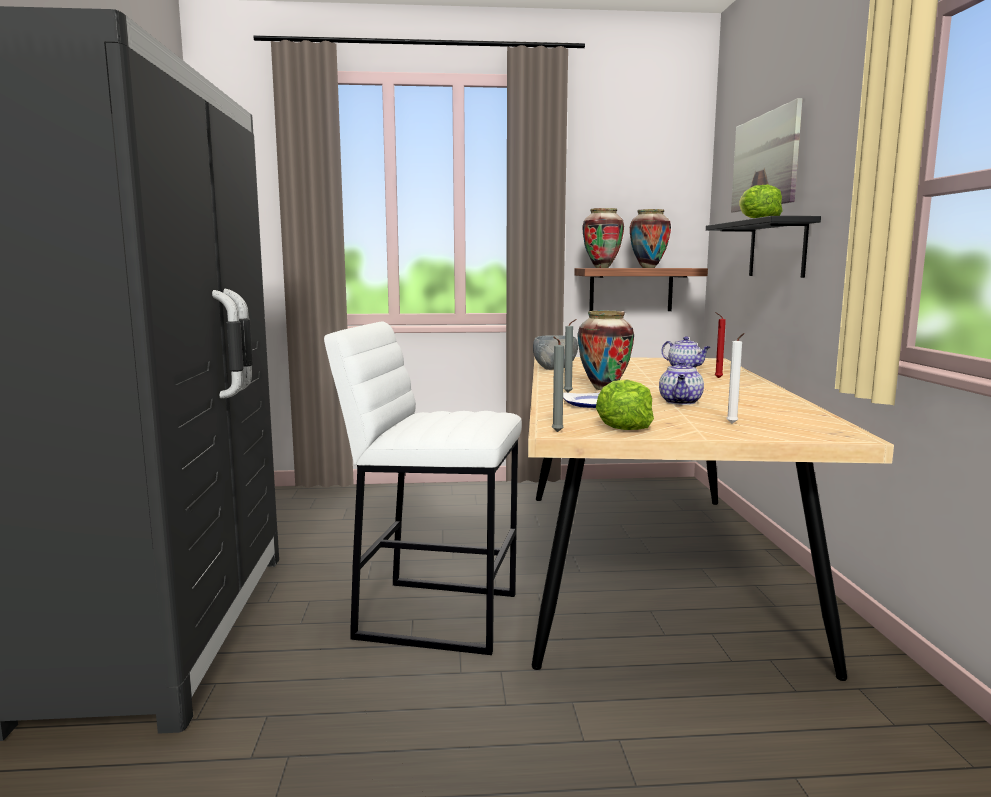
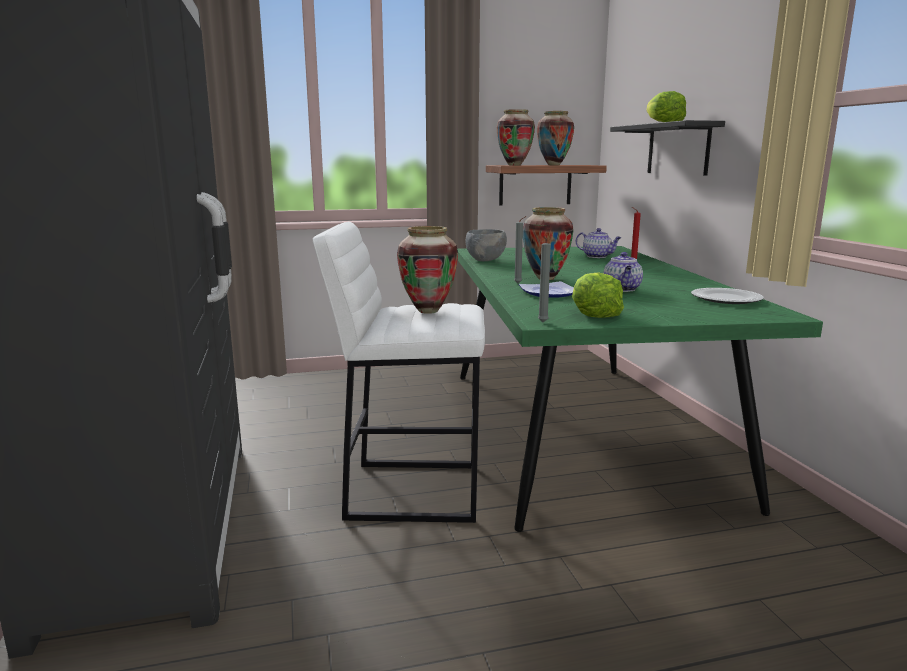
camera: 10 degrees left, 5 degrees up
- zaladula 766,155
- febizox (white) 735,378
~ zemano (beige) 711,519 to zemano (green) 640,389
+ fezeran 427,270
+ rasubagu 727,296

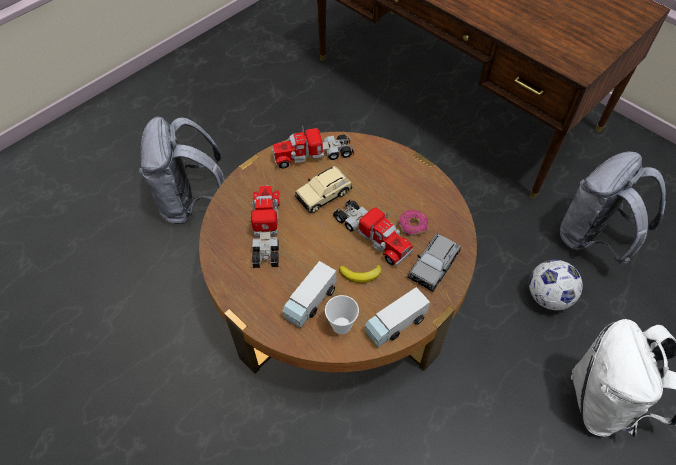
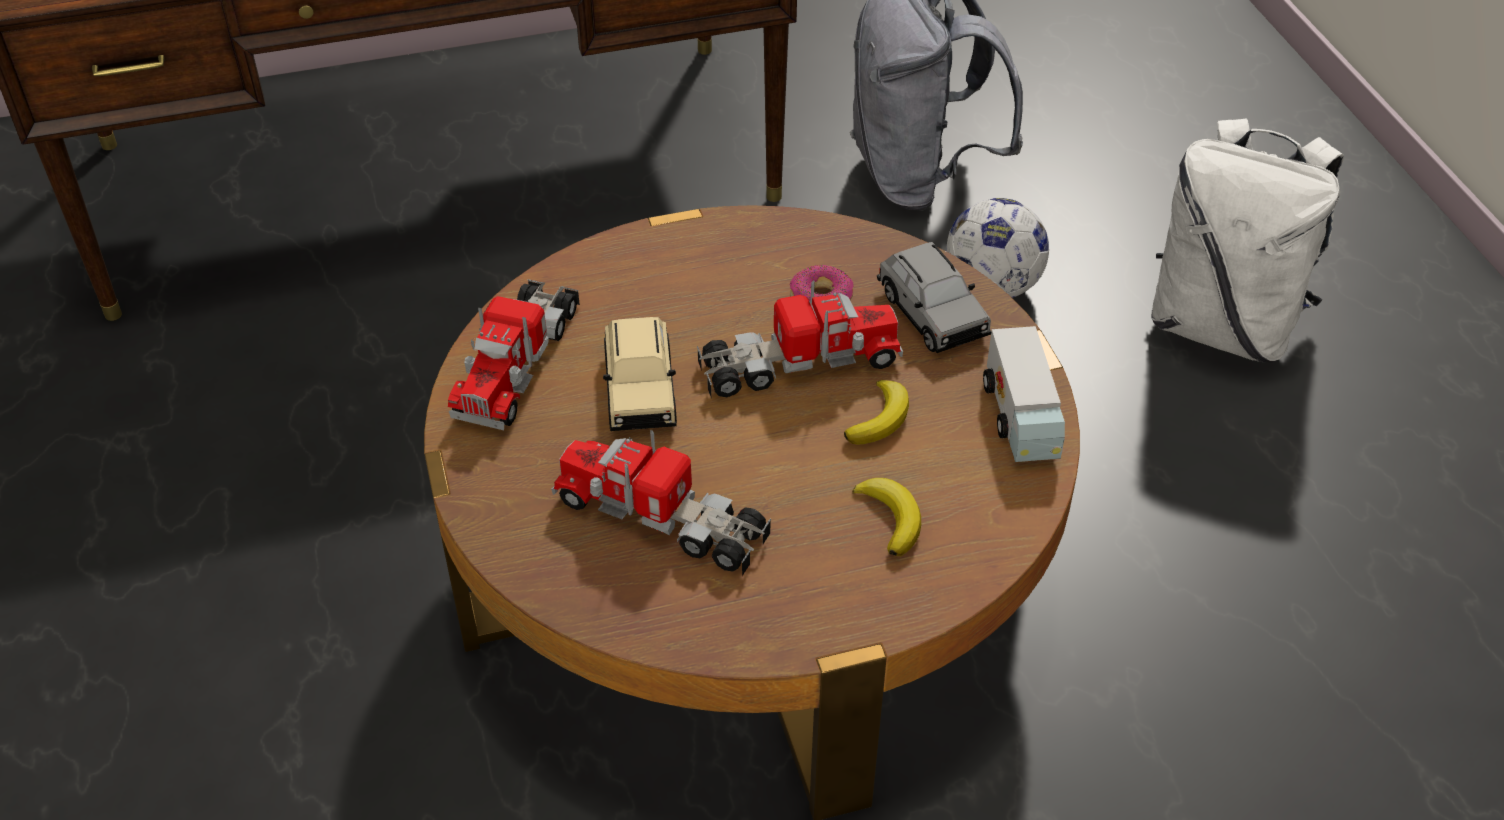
camera: 60 degrees left, 10 degrees down
- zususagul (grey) 182,170
~ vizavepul 309,294 to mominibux 886,517
- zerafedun 342,314

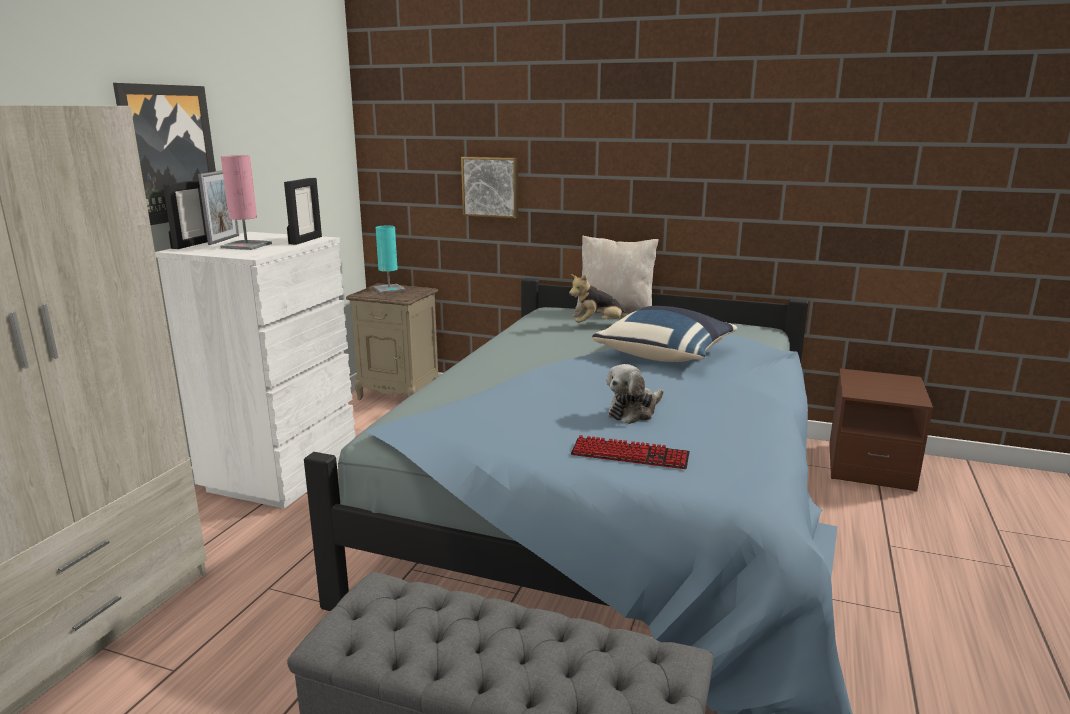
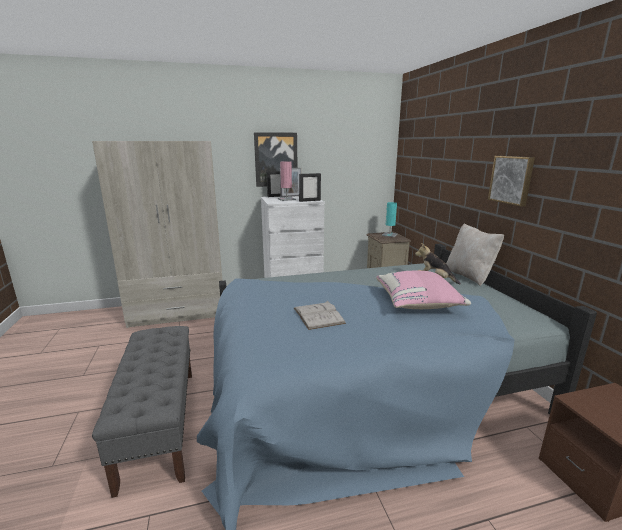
camera: 55 degrees right, 0 degrees up
~ zaladula 489,188 to 511,181
~ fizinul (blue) 664,334 to fizinul (pink) 423,290
~ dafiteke 635,394 to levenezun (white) 320,315
- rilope 630,452

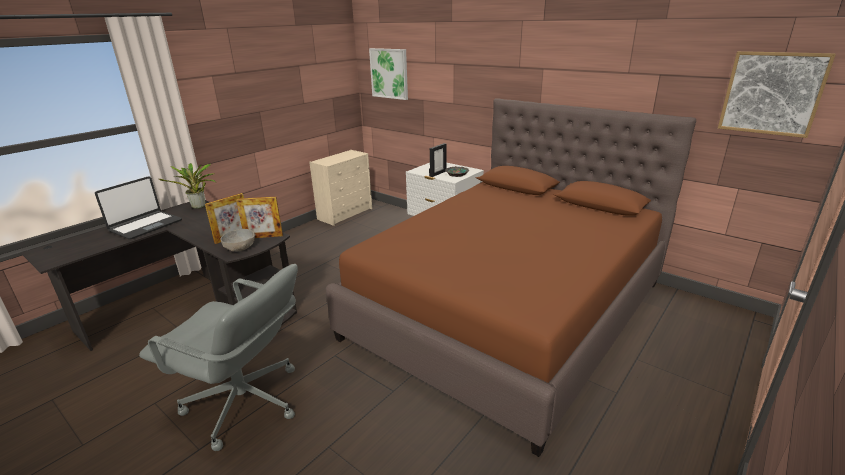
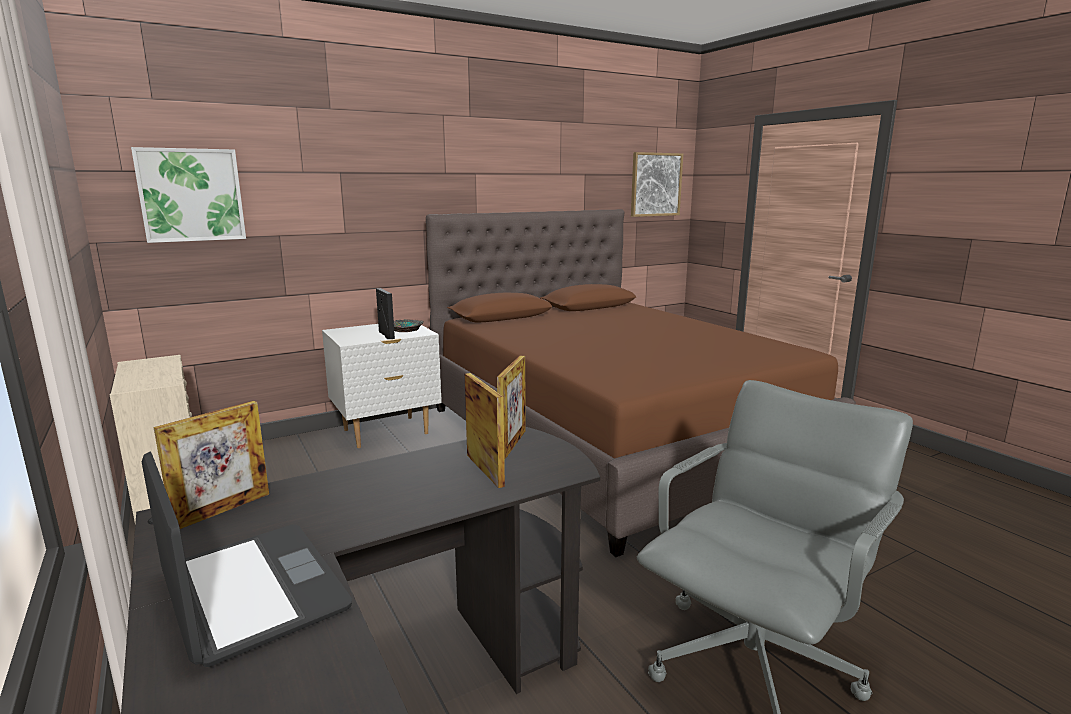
camera: 70 degrees left, 10 degrees down
~ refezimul 188,186 to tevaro 211,465
- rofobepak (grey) 238,240

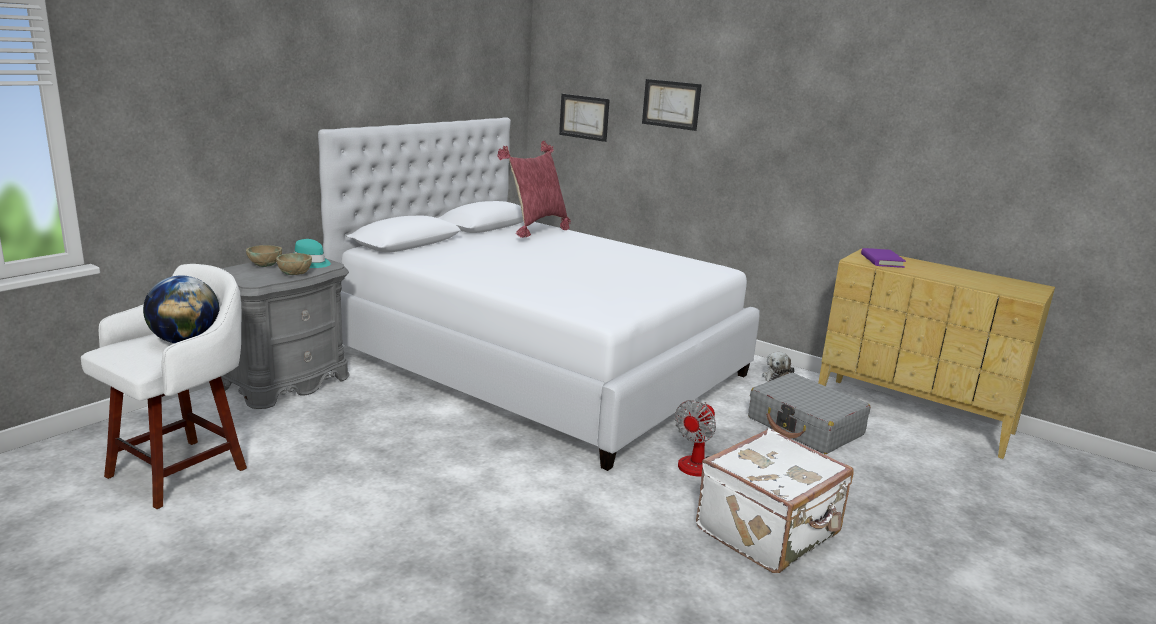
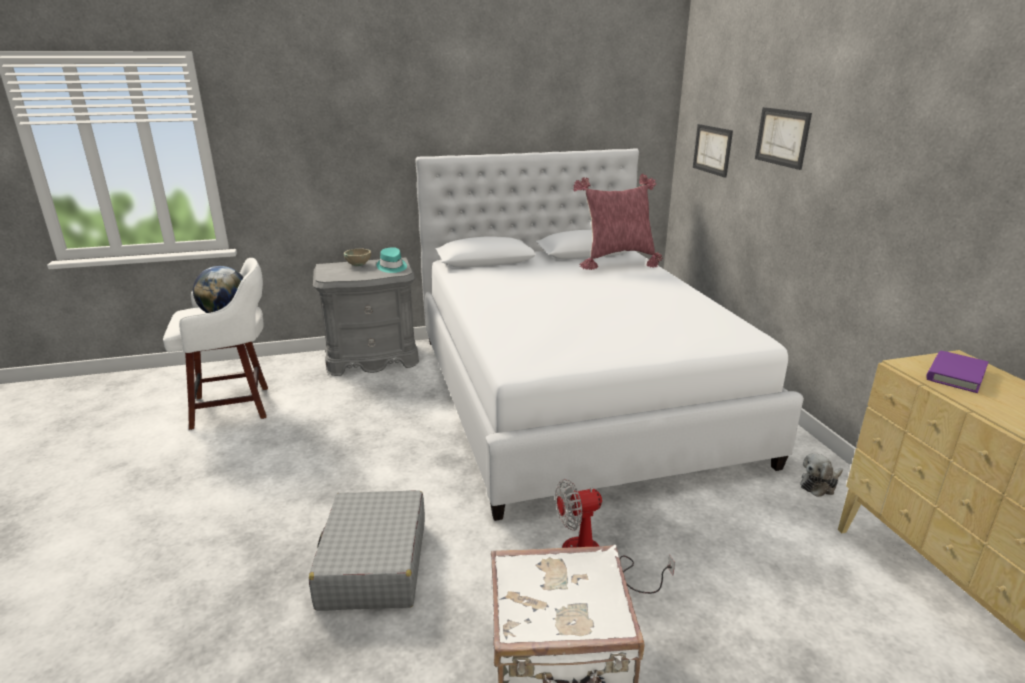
camera: 40 degrees right, 5 degrees up
- rofobepak (beige) 294,264
~ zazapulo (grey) 809,413 to 367,550

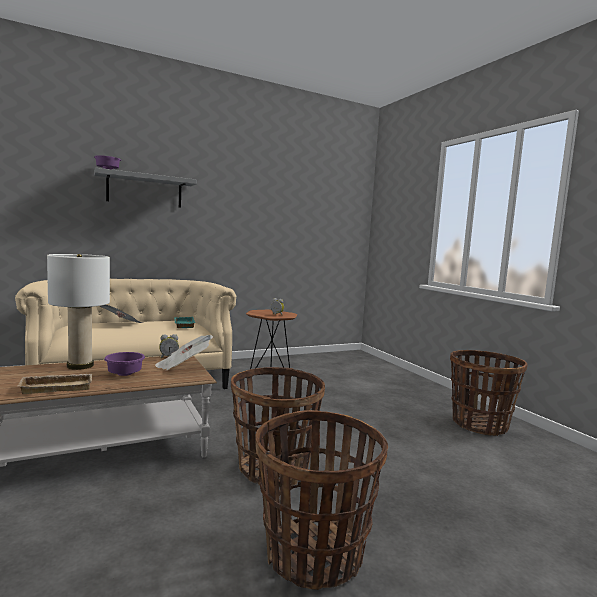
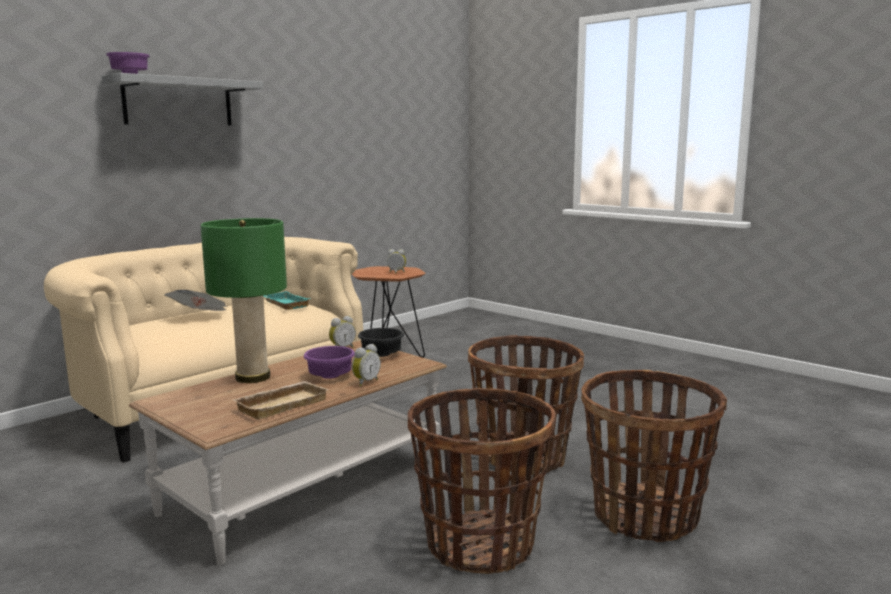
camera: 20 degrees left, 5 degrees up
~ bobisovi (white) 78,312 to bobisovi (green) 244,300
~ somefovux 184,352 to rofobepak (black) 381,342
~ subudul 488,393 to 482,481
+ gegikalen 366,365

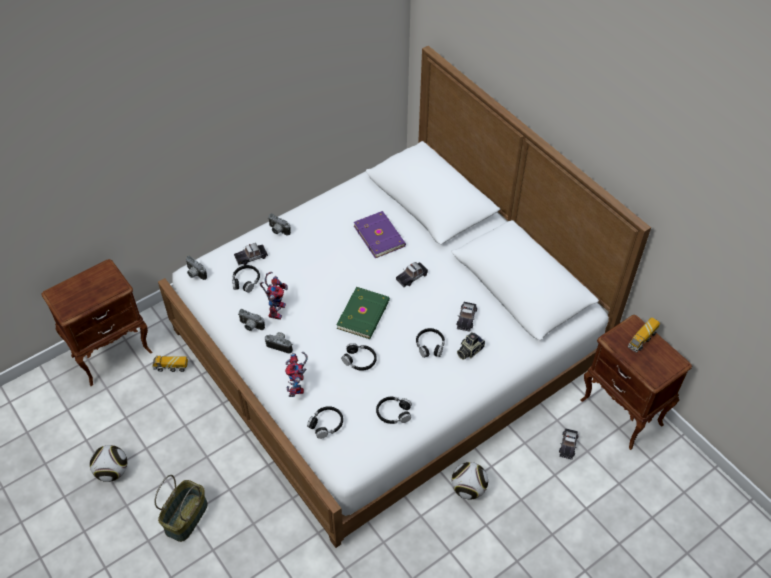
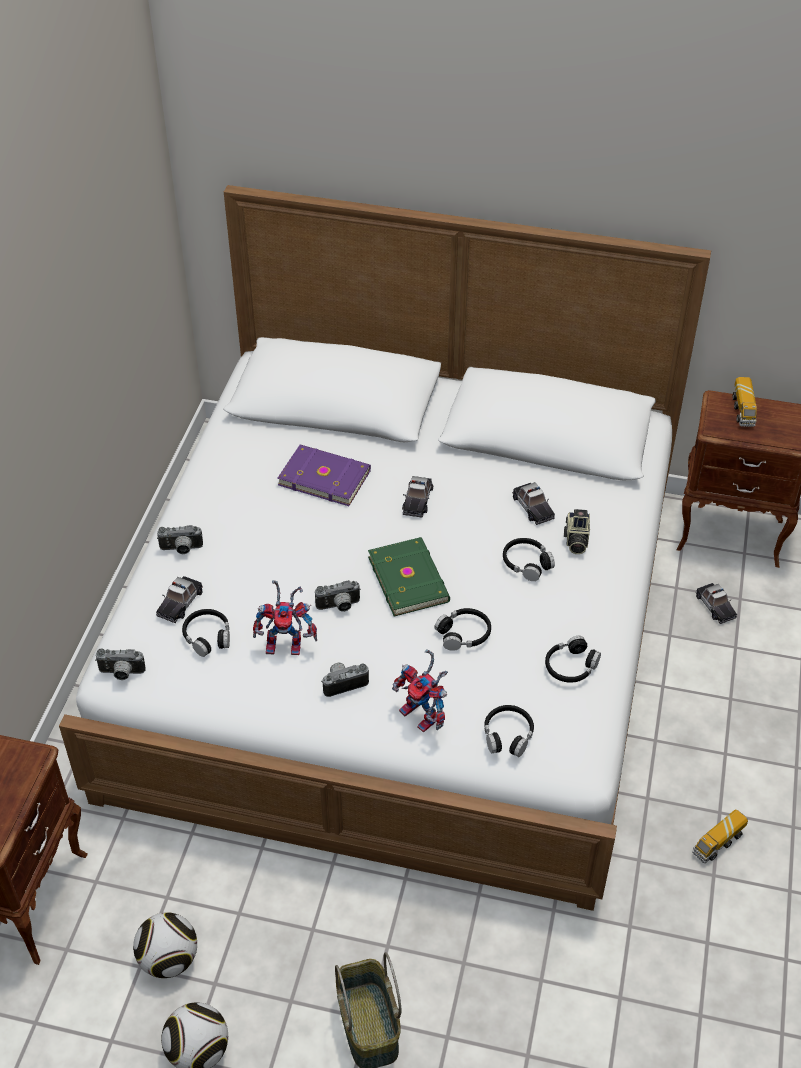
camera: 40 degrees left, 5 degrees down
~ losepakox 274,296 = 285,617 120 degrees clockwise
~ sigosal 251,320 to 338,596
~ vizavepul 170,364 to 720,836
~ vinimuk 470,481 to 165,945

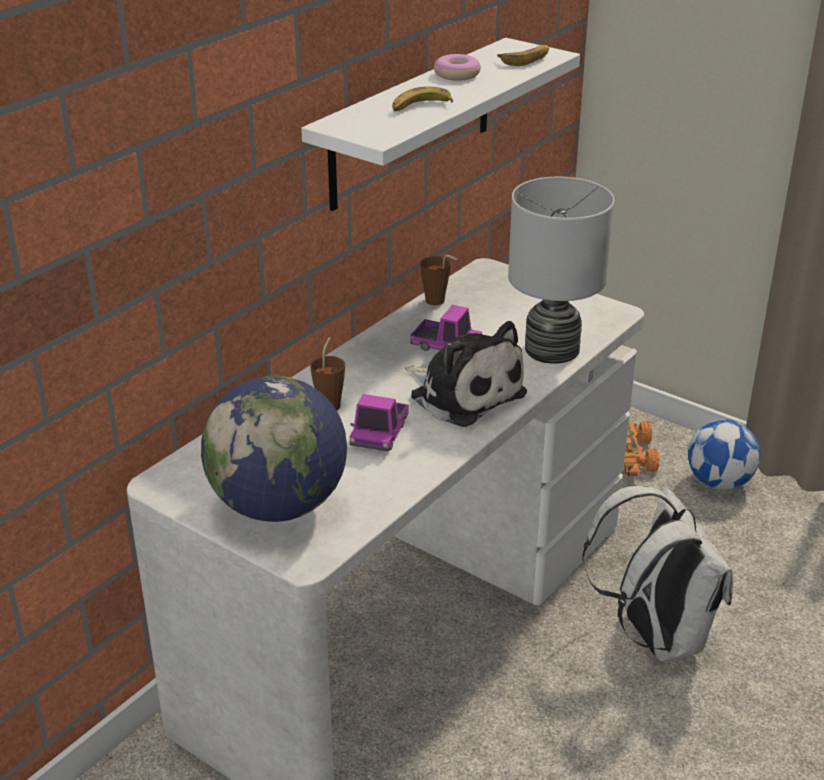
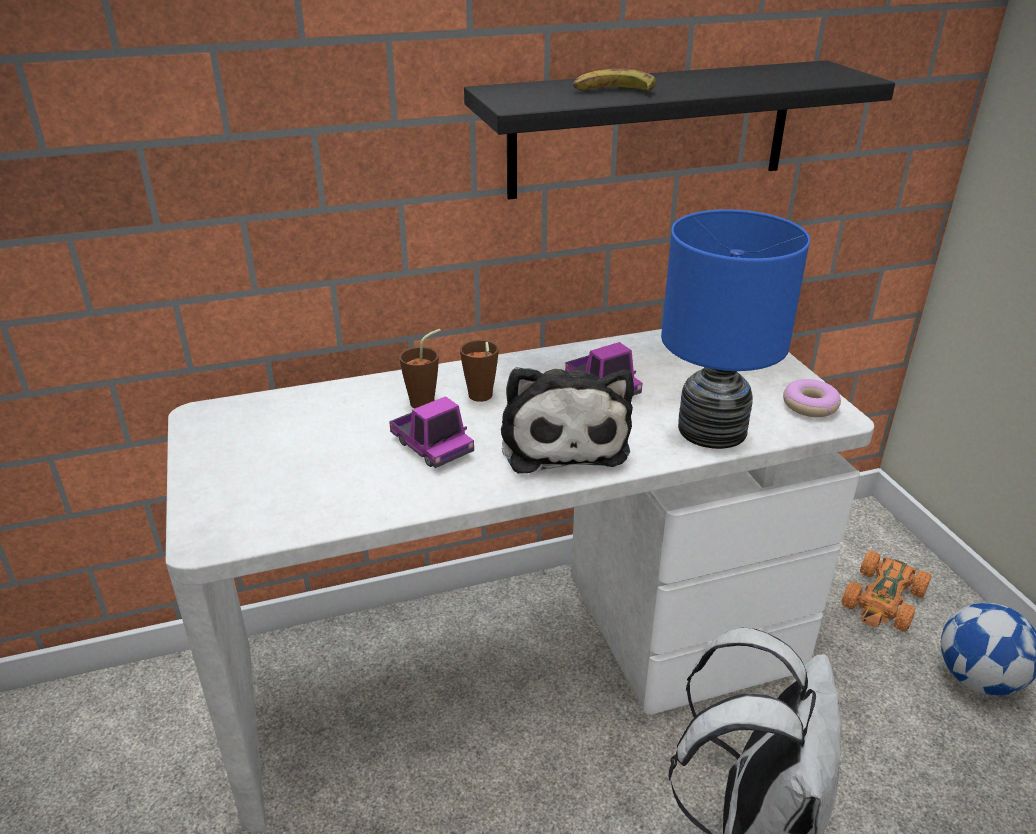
camera: 35 degrees right, 0 degrees up
~ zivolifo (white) 440,124 to zivolifo (black) 679,130
- mominibux 523,55
~ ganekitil 457,67 to 812,398
~ bobisovi (grey) 561,270 to bobisovi (blue) 735,329
~ zerafedun (brown) 438,280 to 479,370
- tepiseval 274,449
~ vizavepul 379,423 = 431,432 90 degrees counterclockwise

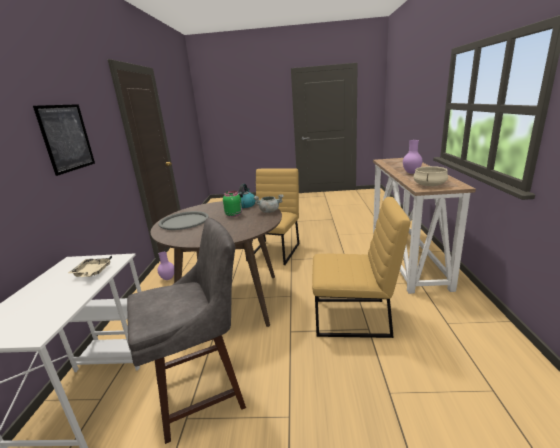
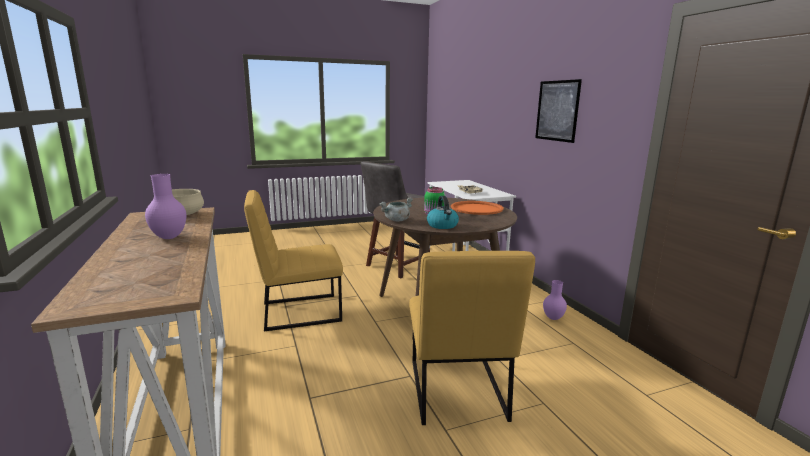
camera: 155 degrees right, 5 degrees down
~ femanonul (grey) 184,220 to femanonul (orange) 477,208

